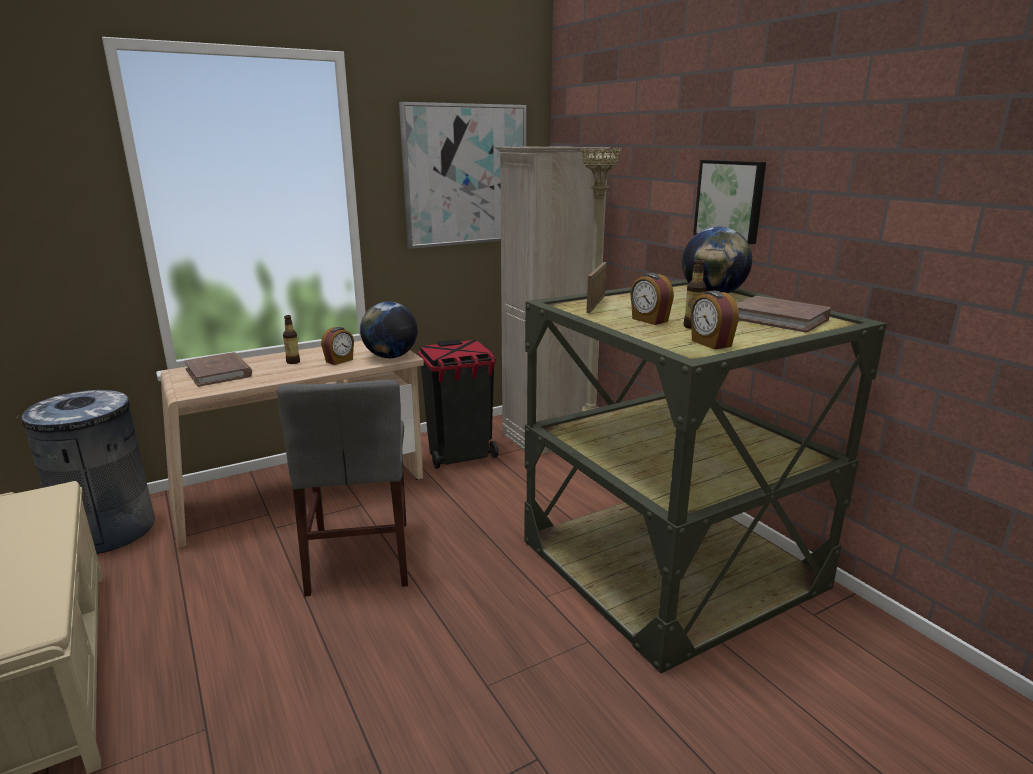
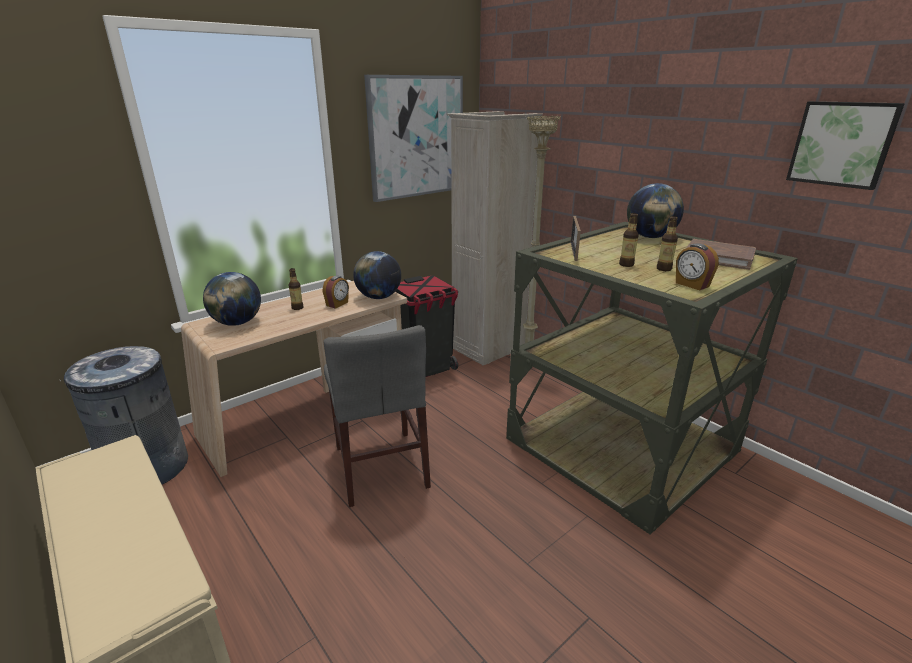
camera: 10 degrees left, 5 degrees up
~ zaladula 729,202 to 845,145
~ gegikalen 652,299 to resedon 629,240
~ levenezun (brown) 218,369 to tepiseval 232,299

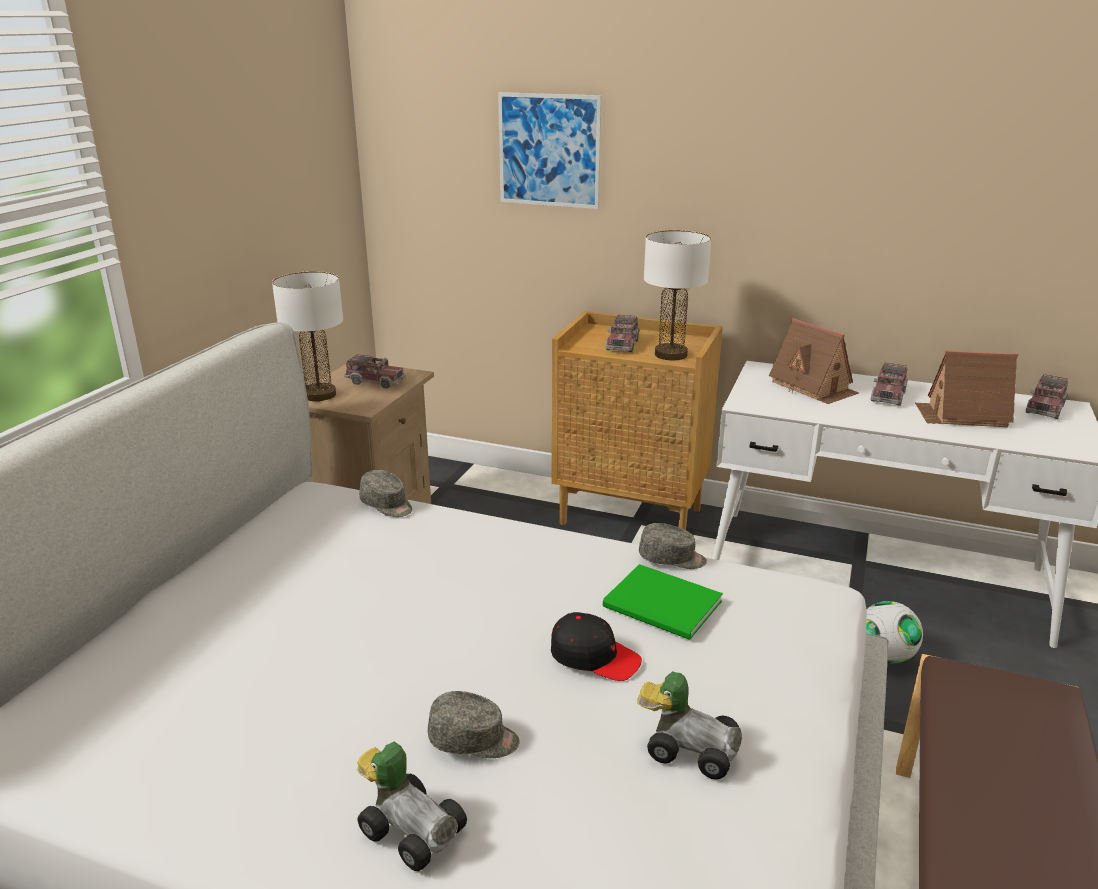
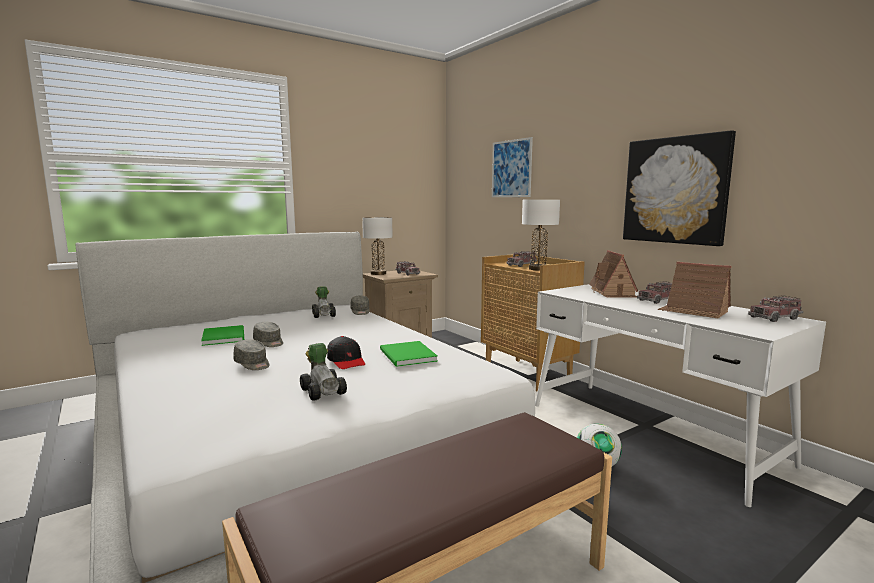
camera: 35 degrees right, 15 degrees down
~ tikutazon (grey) 673,546 to 268,334
~ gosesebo 412,806 to 324,302
+ zaladula 679,188
+ levenezun (green) 222,335

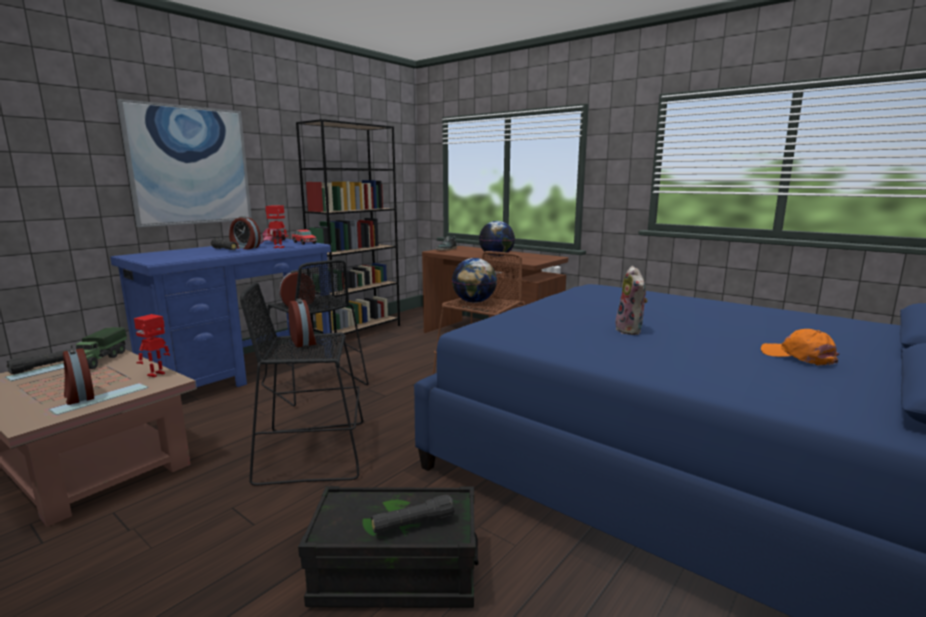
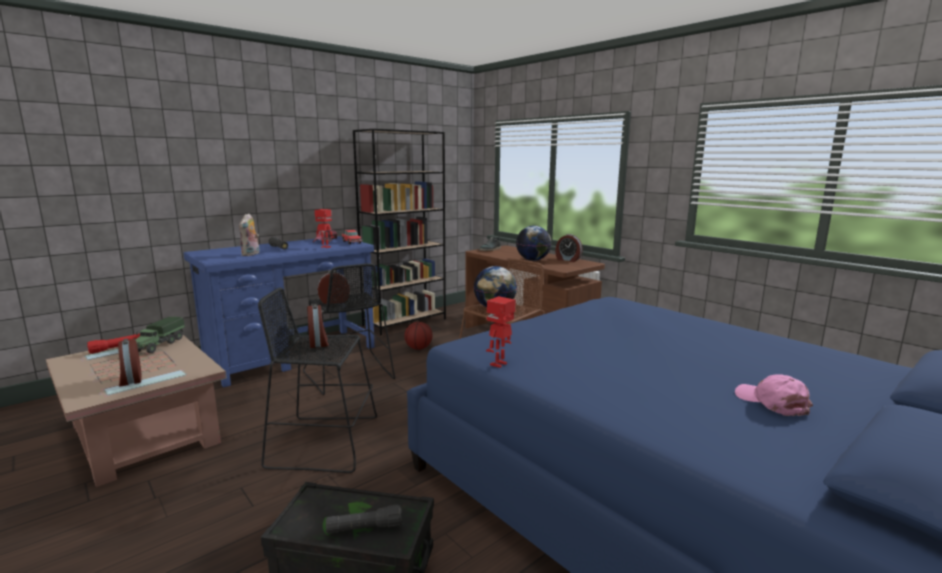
camera: 10 degrees right, 0 degrees up
- zaladula 184,163
~ gegikalen 245,232 to 569,248
~ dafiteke 631,300 to 249,234
~ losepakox 152,345 to 501,332
~ tikutazon (orange) 800,347 to tikutazon (pink) 774,395
~ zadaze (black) 38,361 to zadaze (red) 113,344
+ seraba 418,336

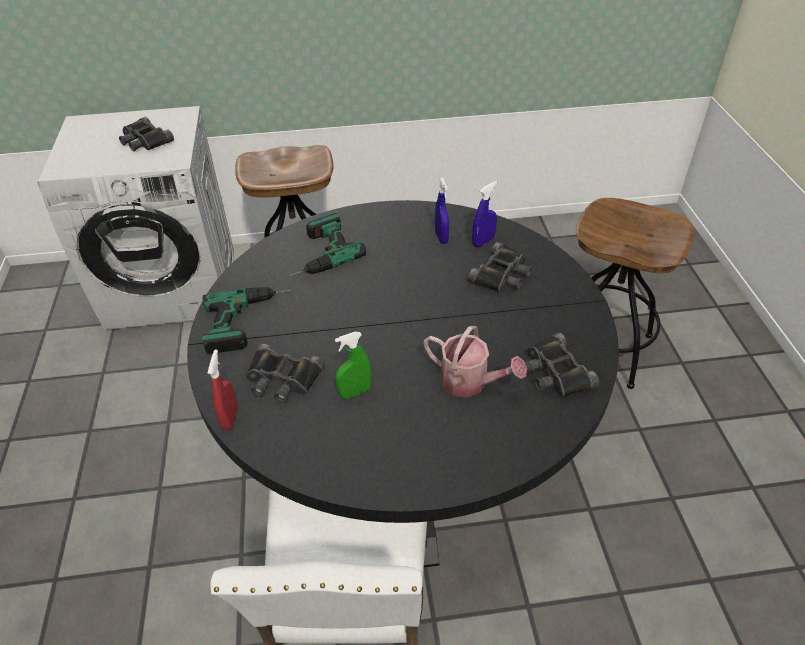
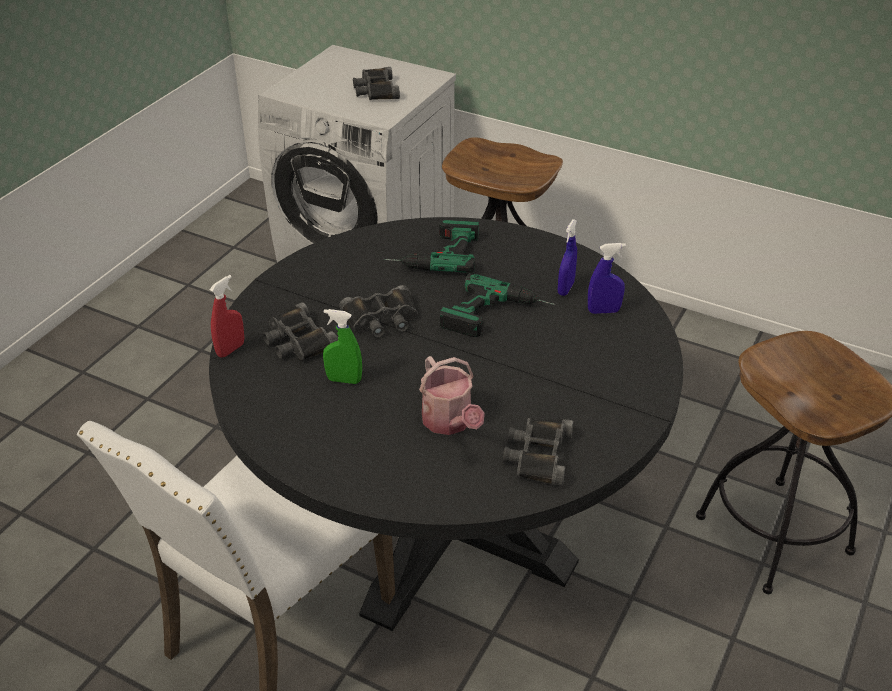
camera: 35 degrees right, 5 degrees down
~ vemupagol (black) 500,267 to 378,311
~ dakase 246,320 to 497,305

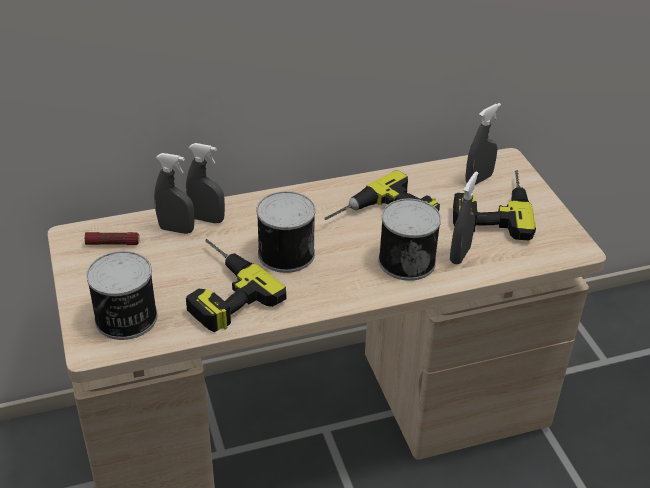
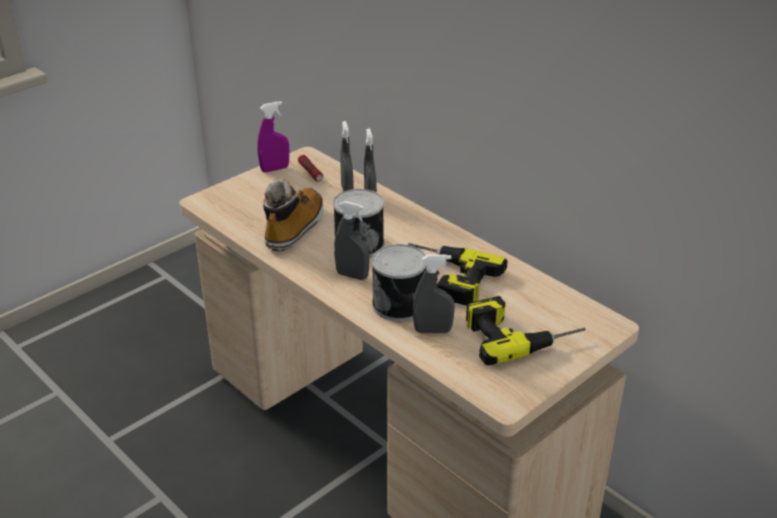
camera: 65 degrees right, 5 degrees down
~ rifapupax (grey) 483,144 to 352,240
~ dakase 236,285 to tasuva 293,215
- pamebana 122,295
+ rifapupax (purple) 273,136

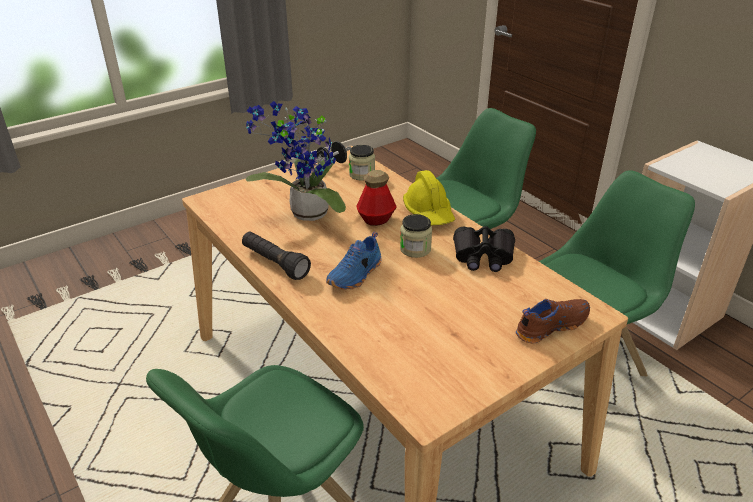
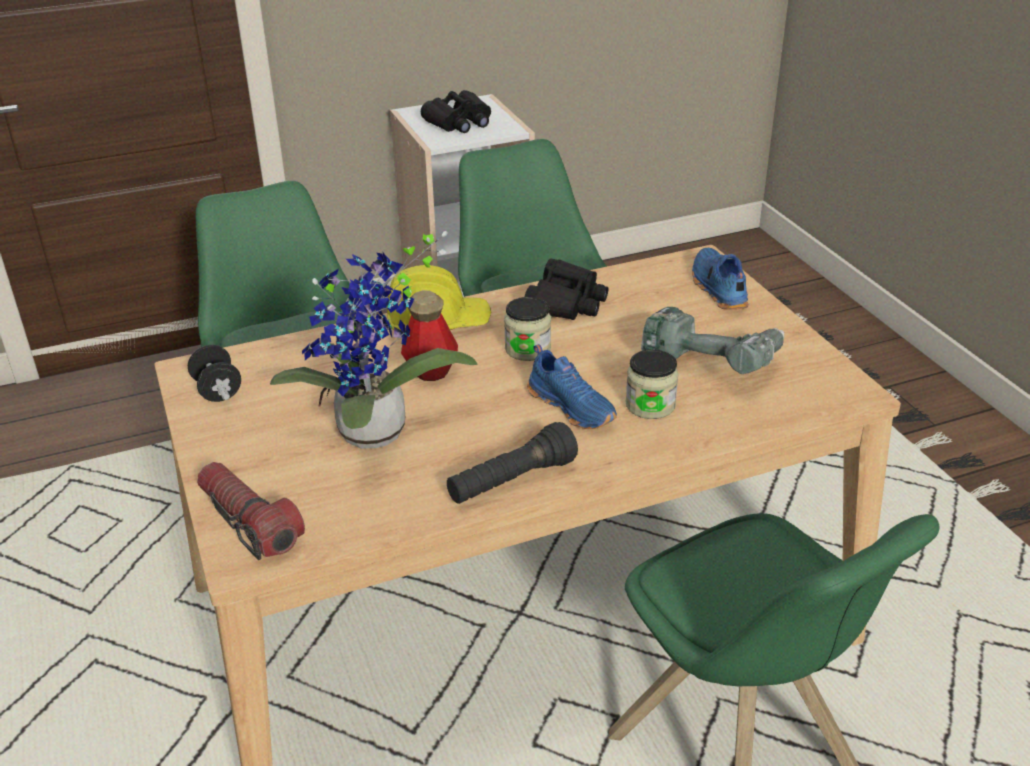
camera: 75 degrees left, 0 degrees up
~ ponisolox 362,163 to 652,384
~ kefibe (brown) 553,321 to kefibe (blue) 720,279
+ vemupagol (black) 456,111
+ dakase 713,340
+ zadaze 251,511

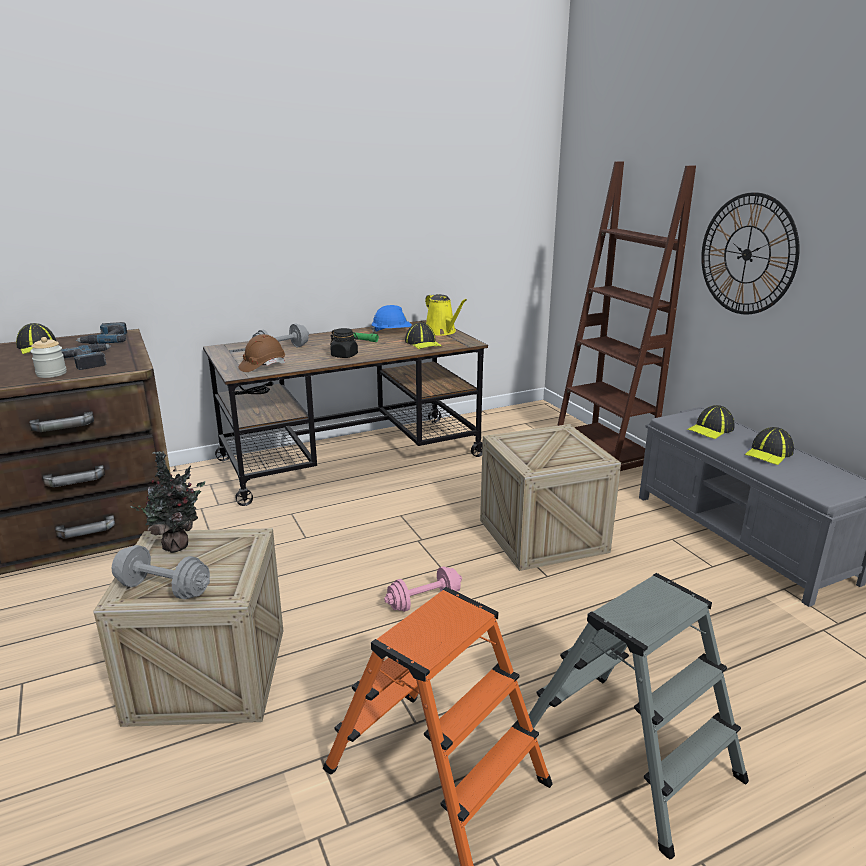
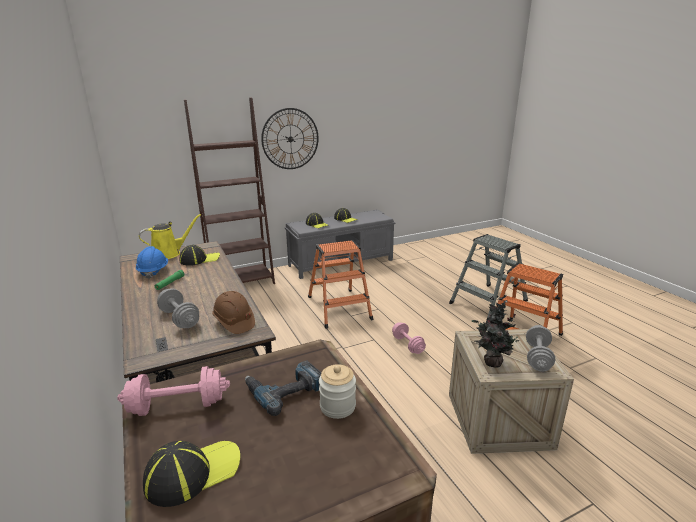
camera: 90 degrees left, 0 degrees up
~ dakase 101,333 to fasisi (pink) 173,391
- ponisolox (black) 344,343
~ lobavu 550,497 to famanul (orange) 340,284

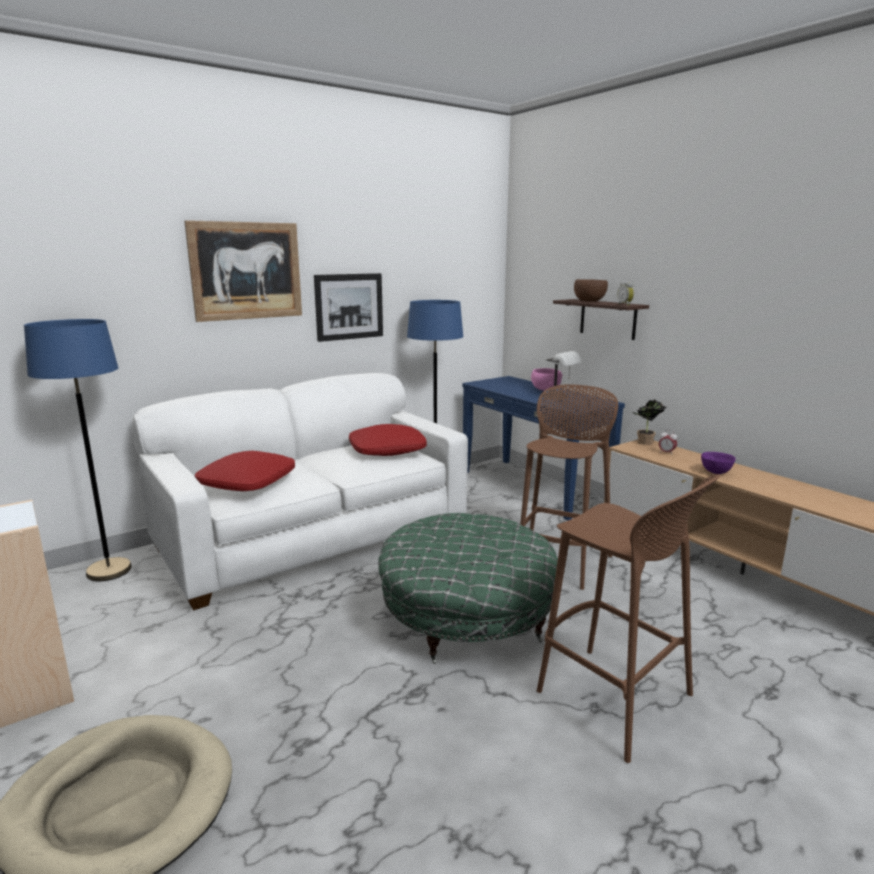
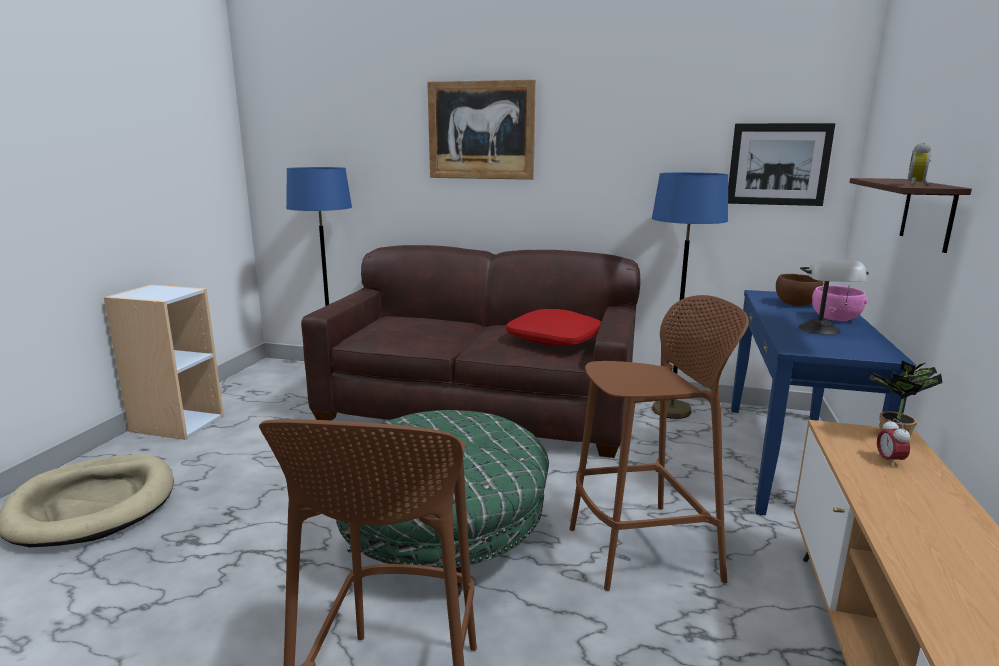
camera: 50 degrees right, 0 degrees up
~ zaladula 348,307 to 781,164
~ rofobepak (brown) 591,290 to 799,290
~ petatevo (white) 300,491 to petatevo (brown) 470,351
- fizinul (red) 245,471
- rofobepak (purple) 718,463

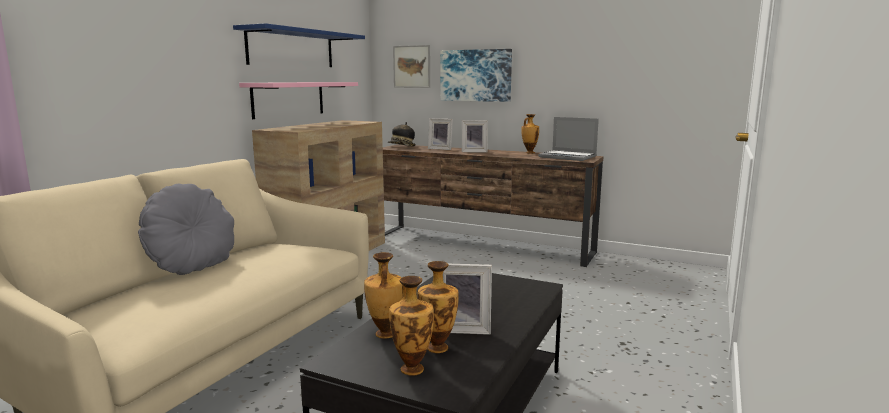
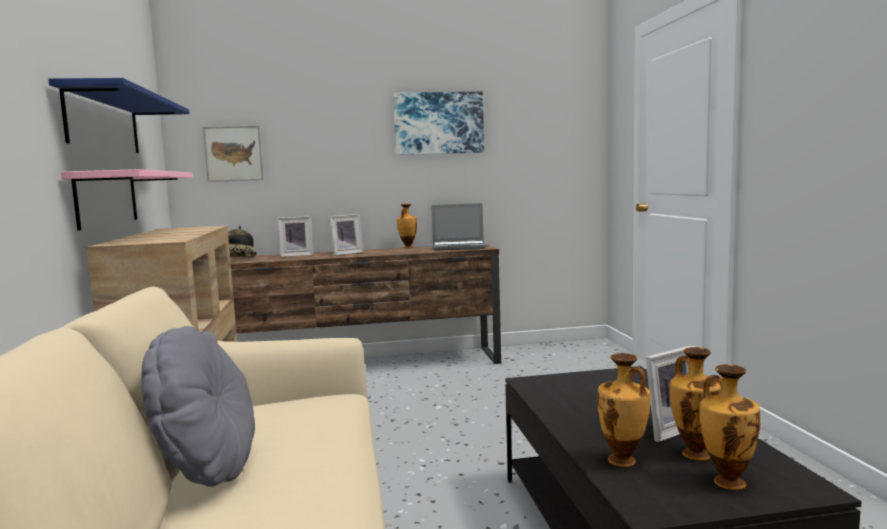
camera: 35 degrees left, 5 degrees down
~ zaladula 476,75 to 438,123

